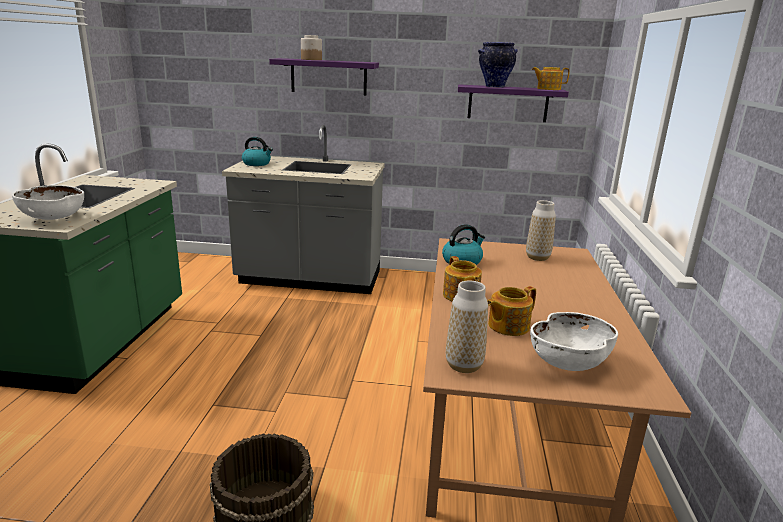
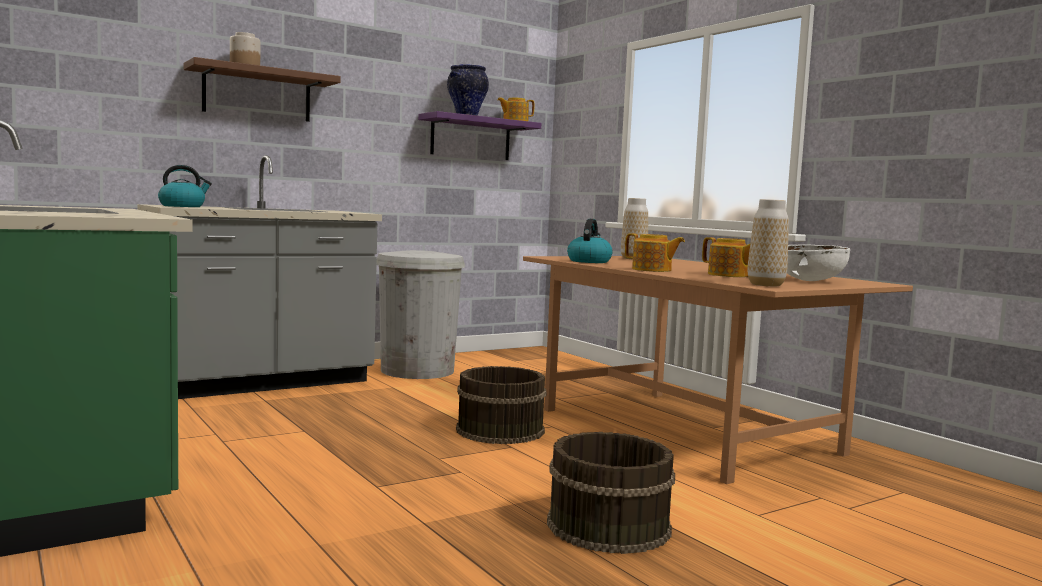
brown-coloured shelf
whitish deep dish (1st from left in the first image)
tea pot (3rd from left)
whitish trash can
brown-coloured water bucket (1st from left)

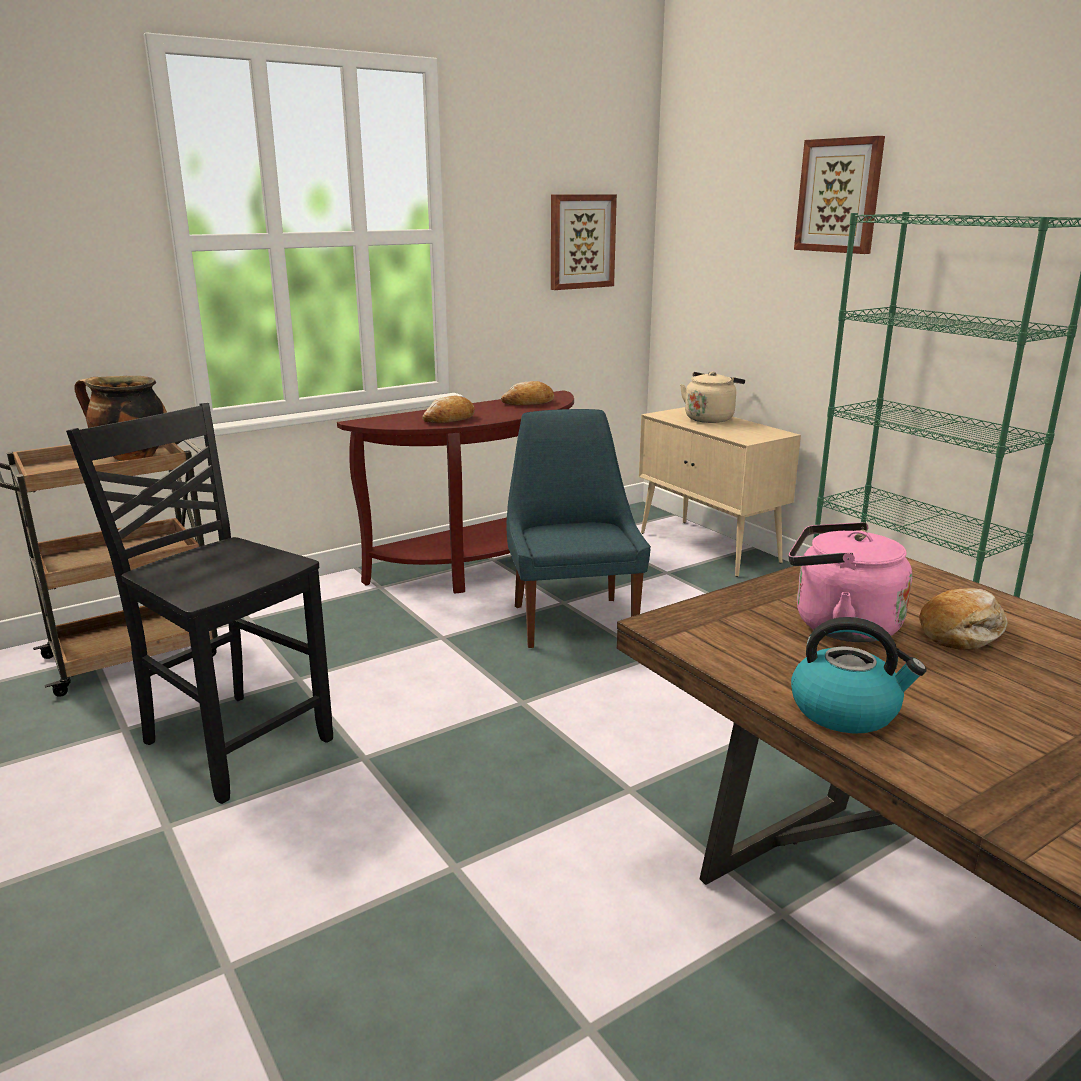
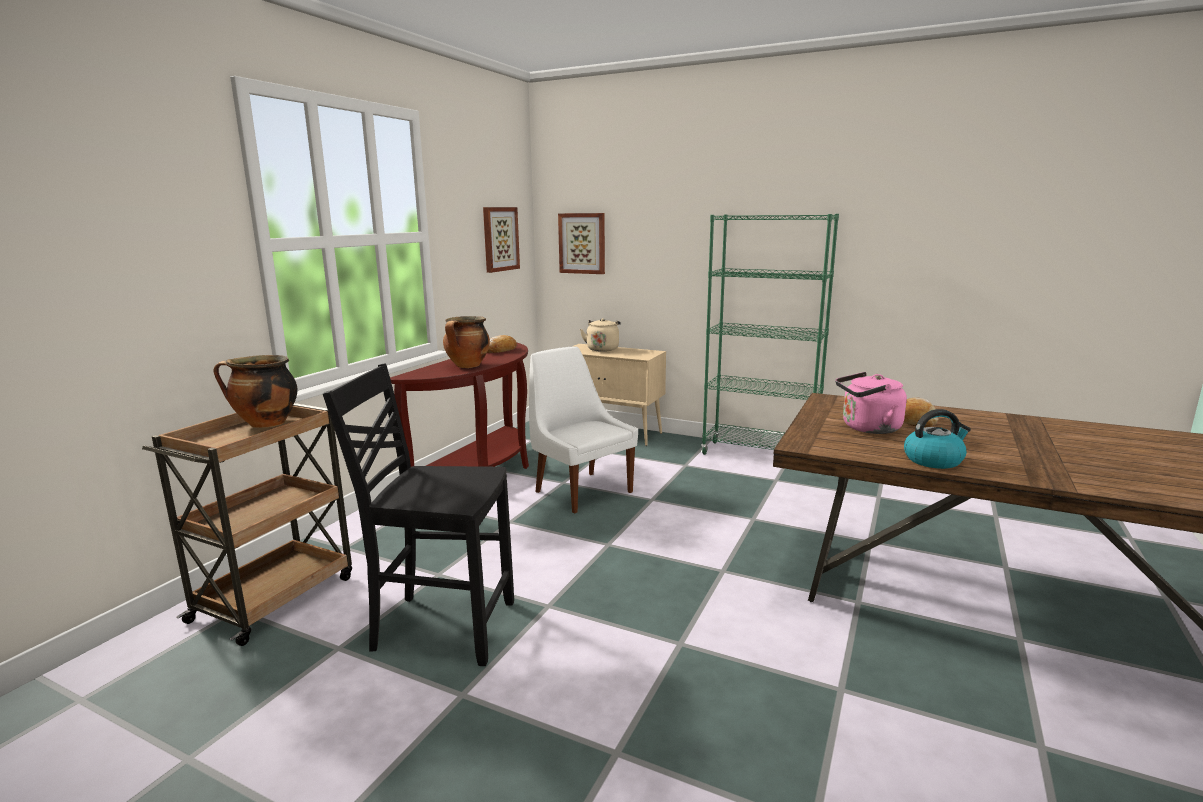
picture (2nd from left)
saucepot (2nd from left)
whitish chair

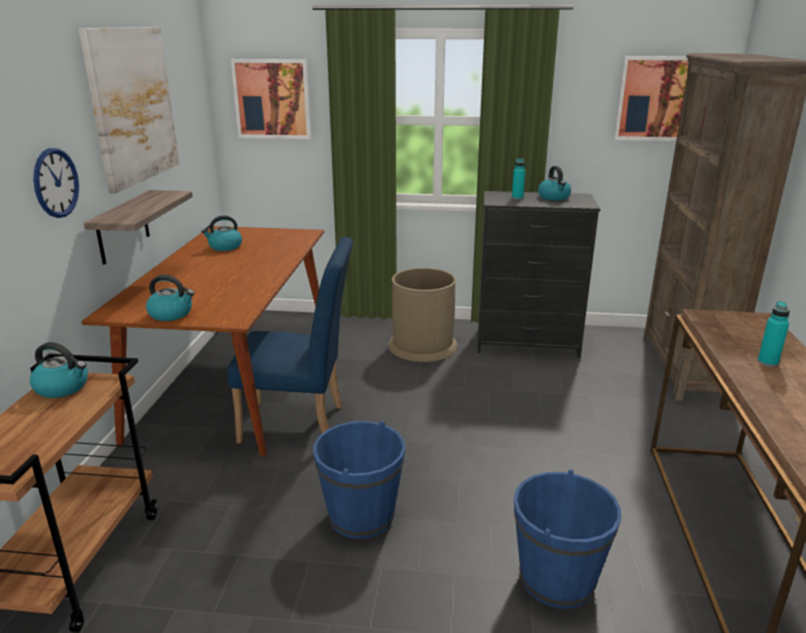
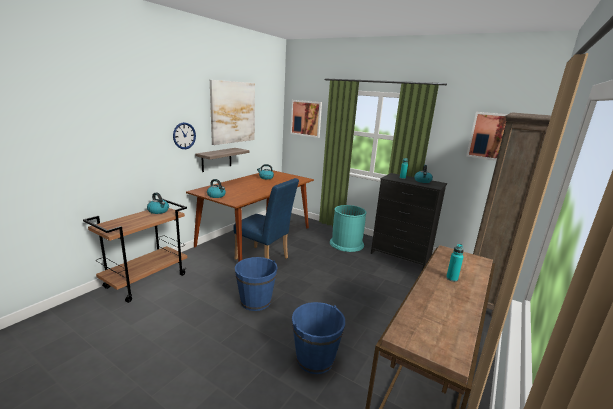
blue-green trash can

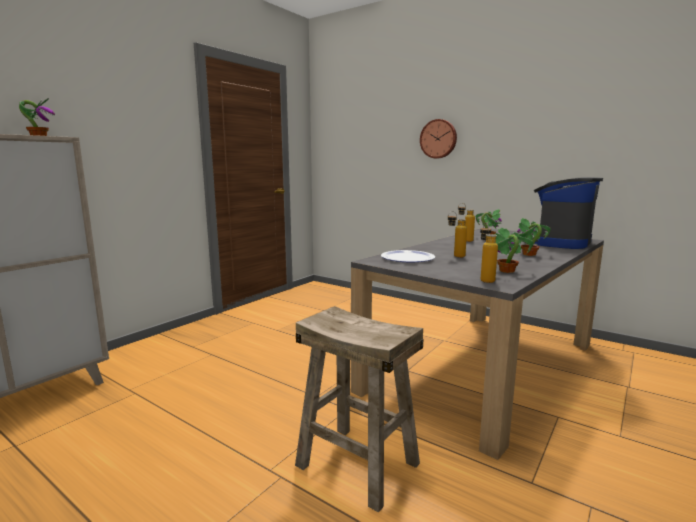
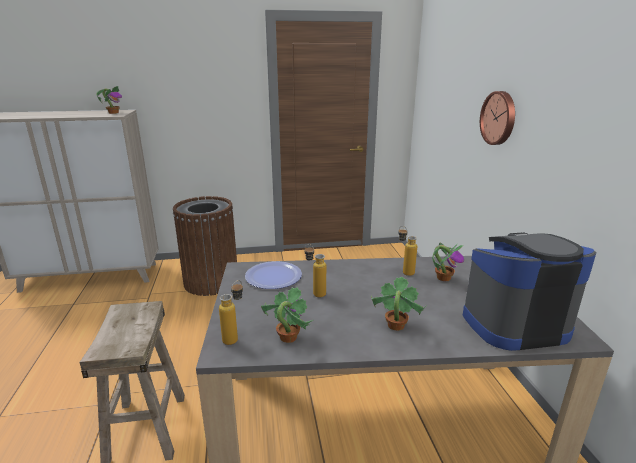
brown-coloured trash can

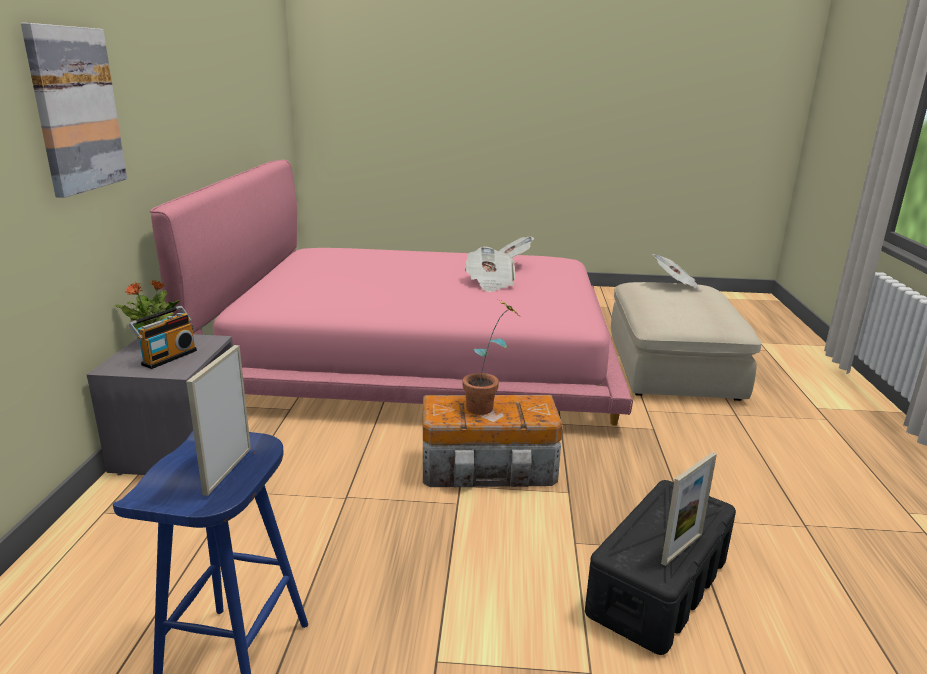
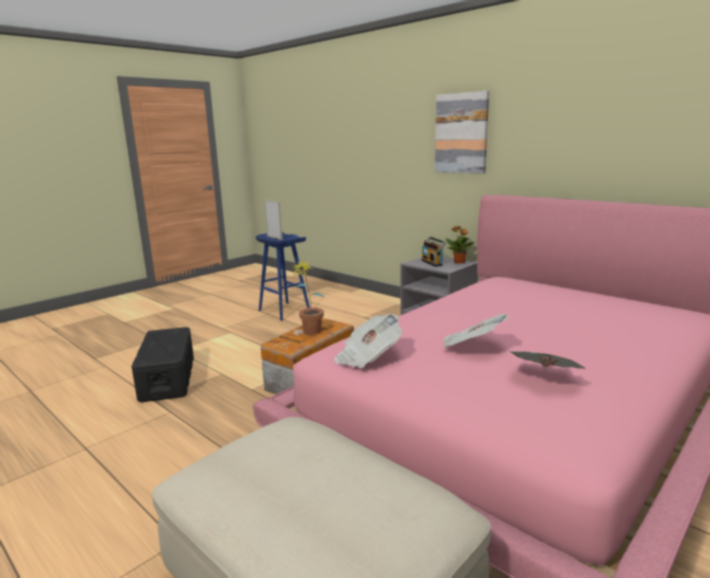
printed paper (1st from left)
picture frame (2nd from left in the first image)

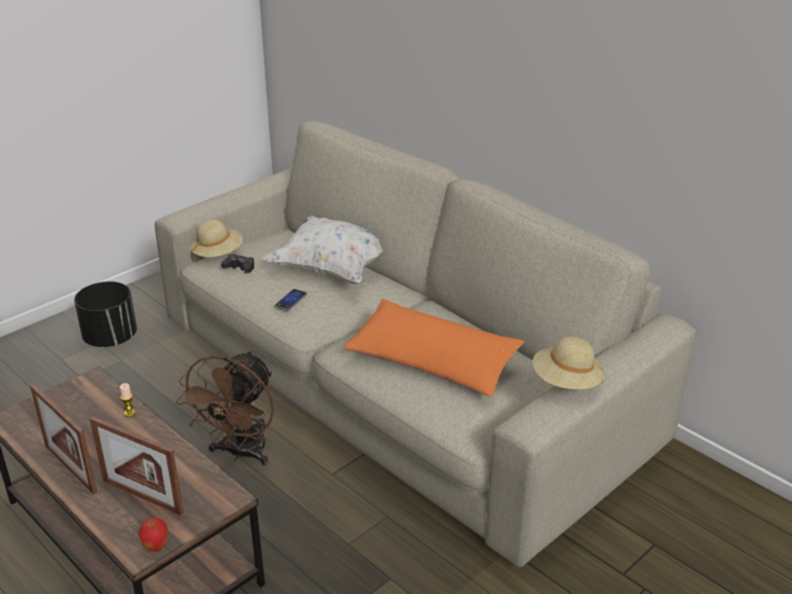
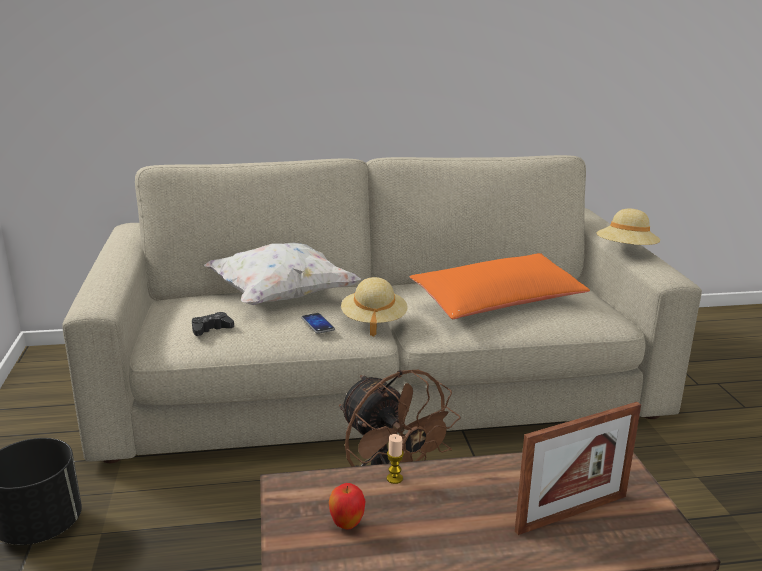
beige clothing hat (1st from left)
picture frame (1st from left in the first image)
apple fruit

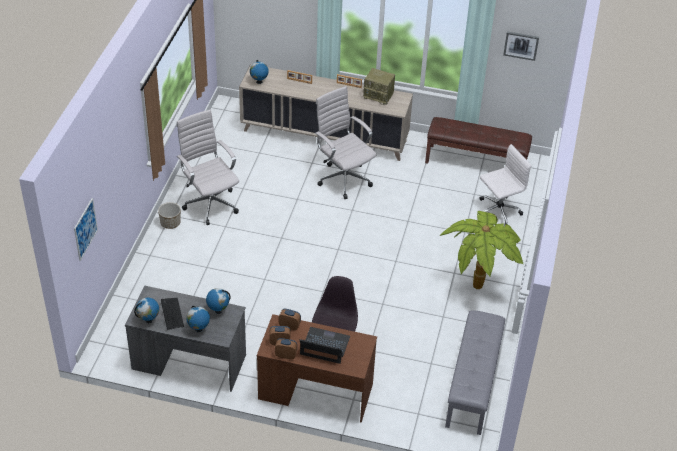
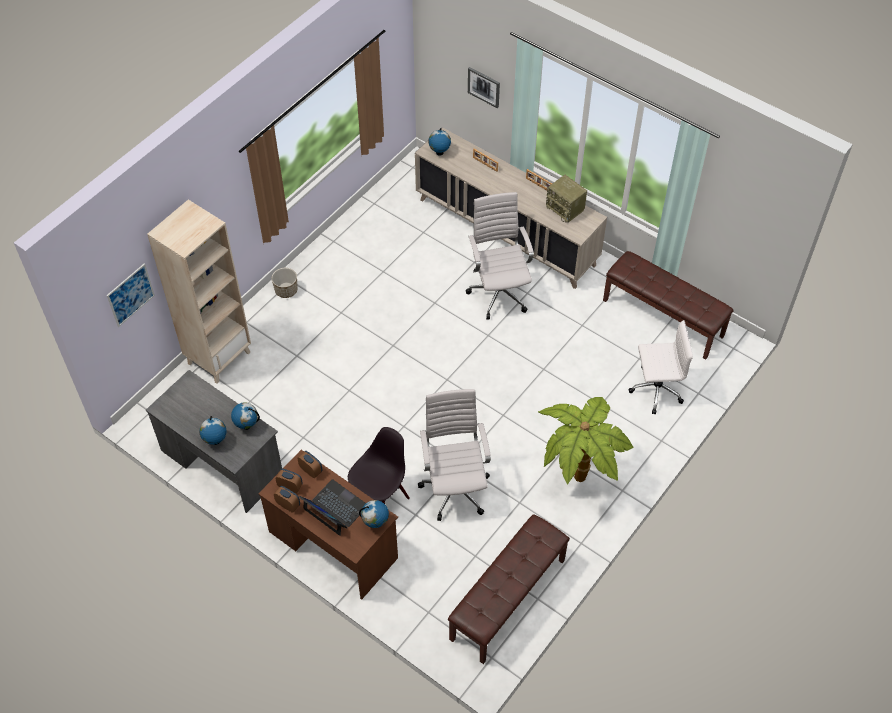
picture (2nd from left)
whitish desk chair (1st from left)
globe (3rd from left)
PC keyboard
brown-coloured indoor bench (1st from left)
beige shelving unit

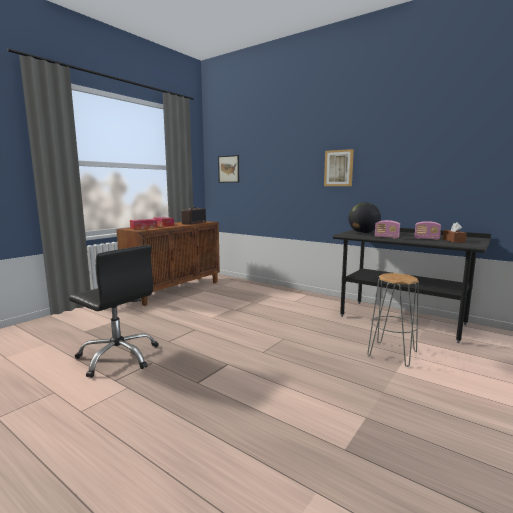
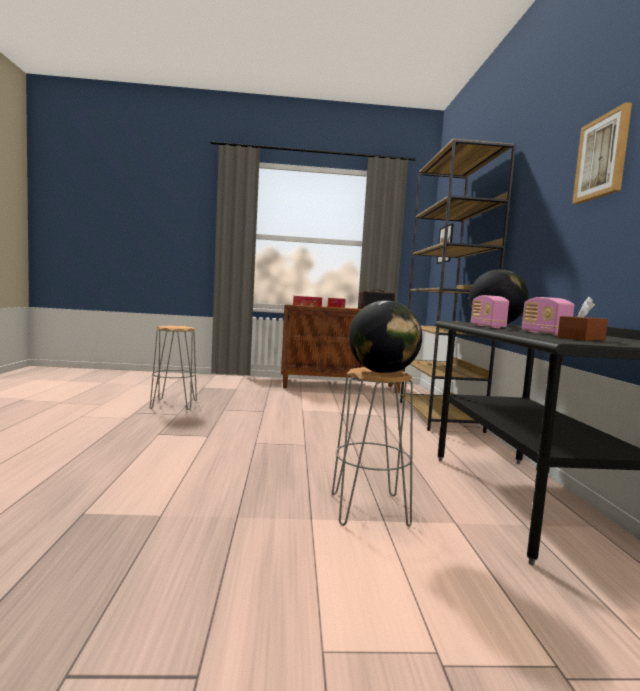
picture (2nd from left)
gray sitting stool (1st from left)
brown-coloured shelving unit
globe (1st from left)

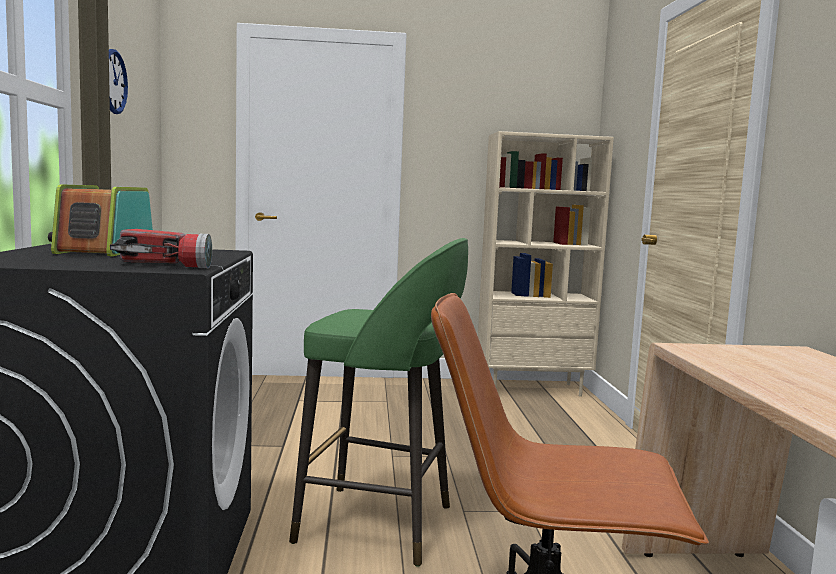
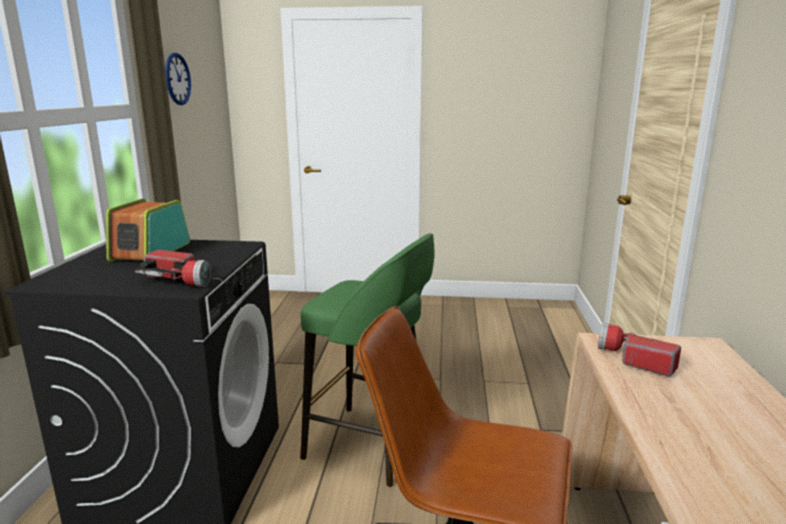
beige shelving unit
flashlight (2nd from left)

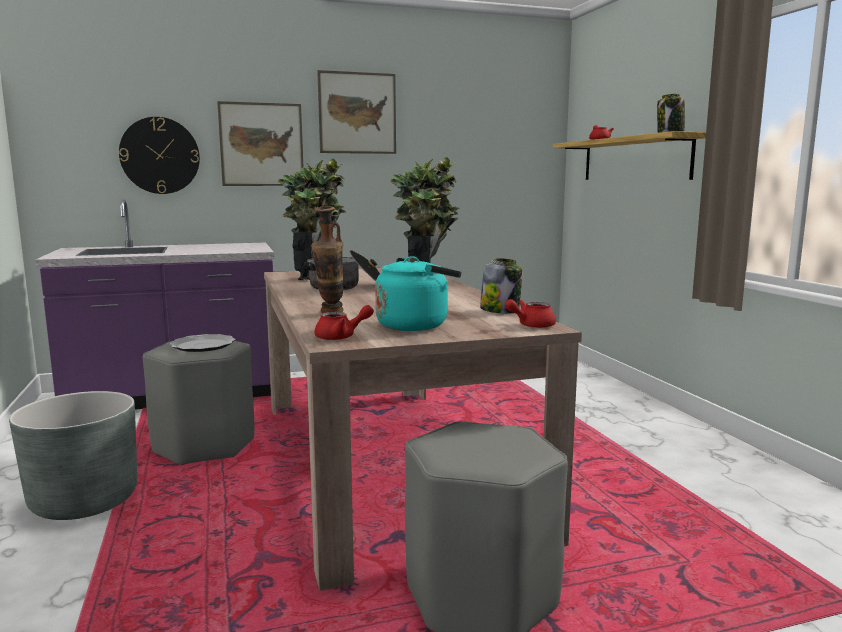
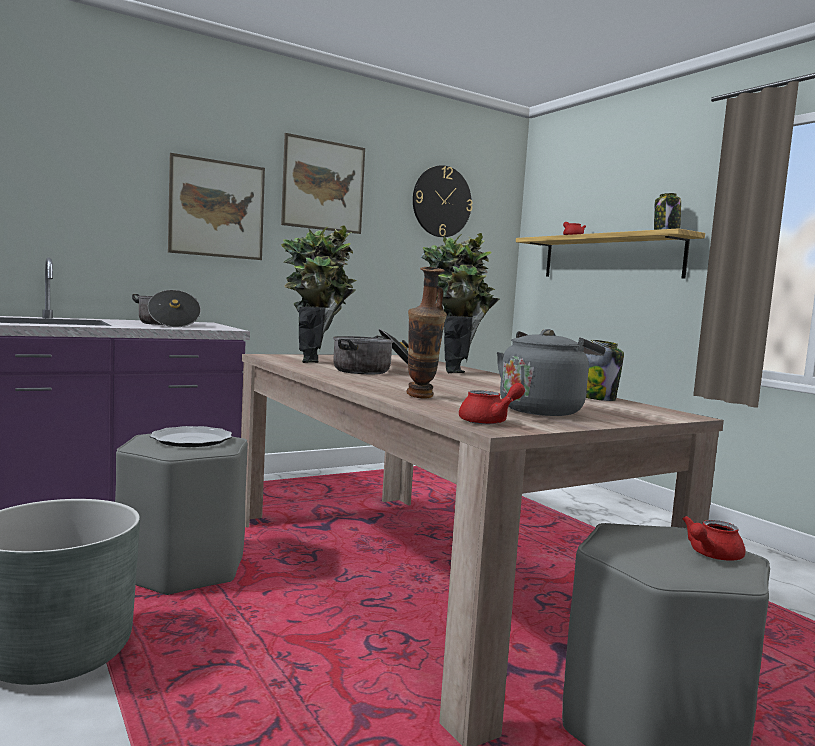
wall clock
gray tea kettle
red-coloured tea pot (3rd from left)
saucepot (1st from left)

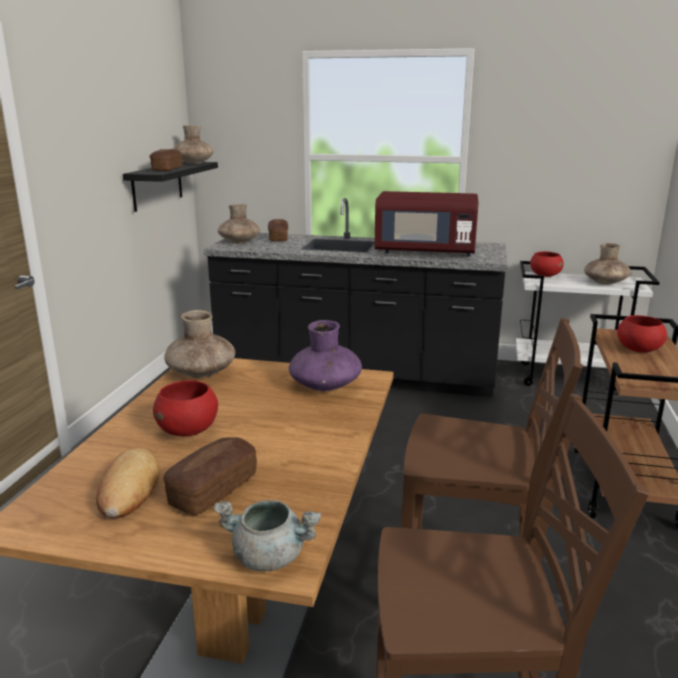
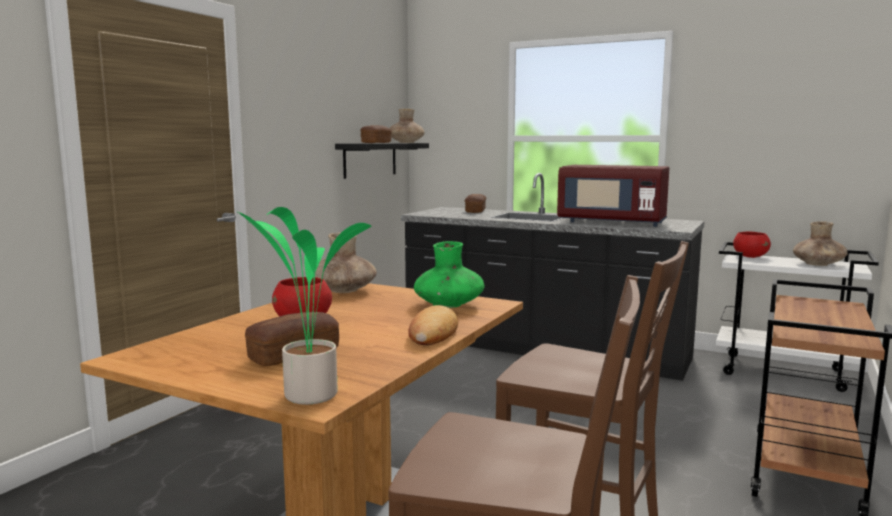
brown-coloured flower vase (3rd from left in the first image)
red-coloured deep dish (3rd from left in the first image)
green-coloured flower vase
bread (3rd from left)
potted plant

